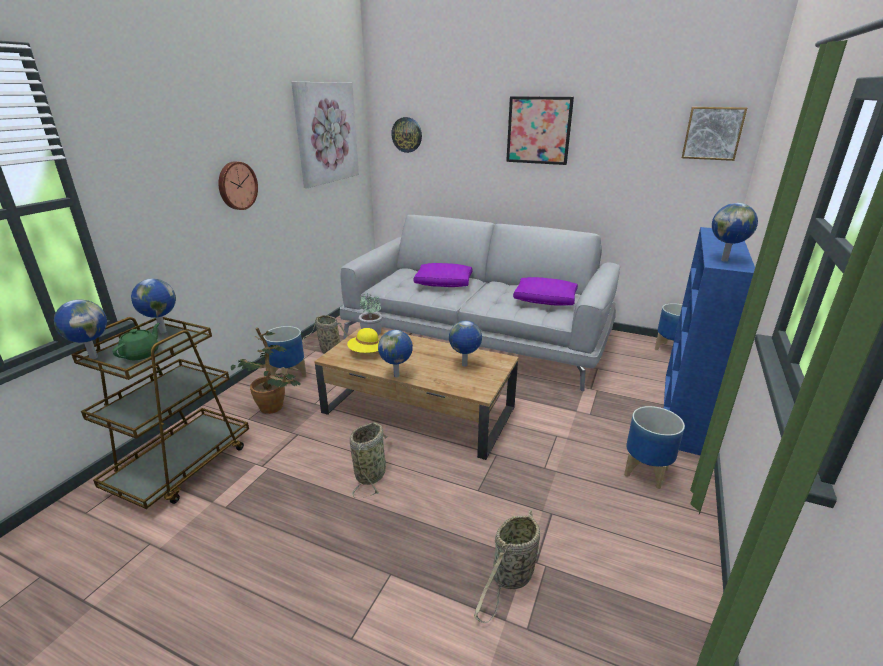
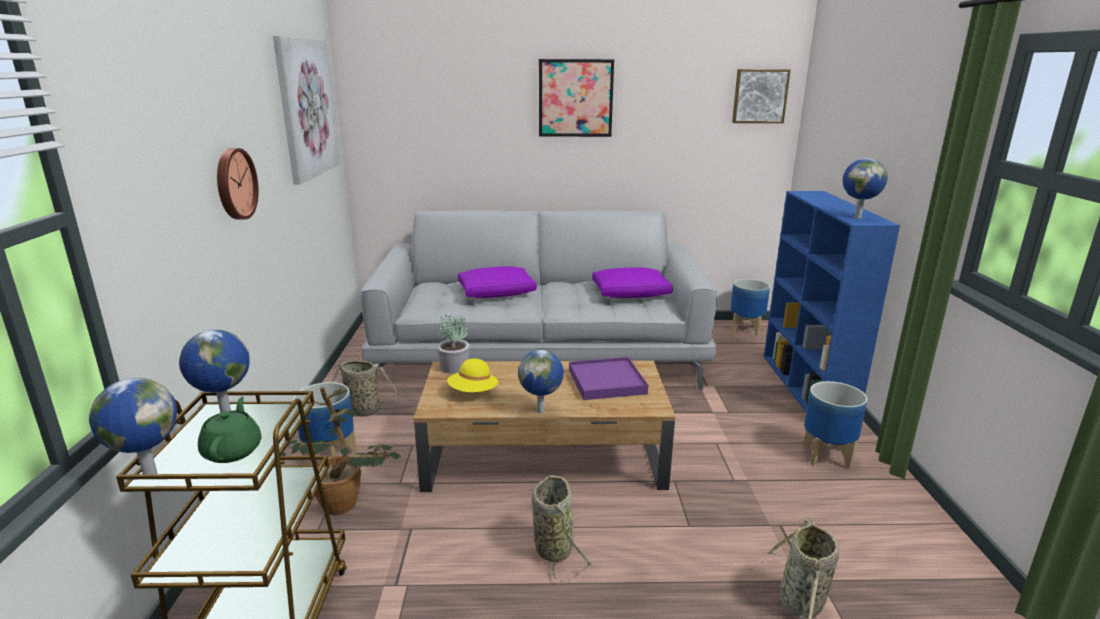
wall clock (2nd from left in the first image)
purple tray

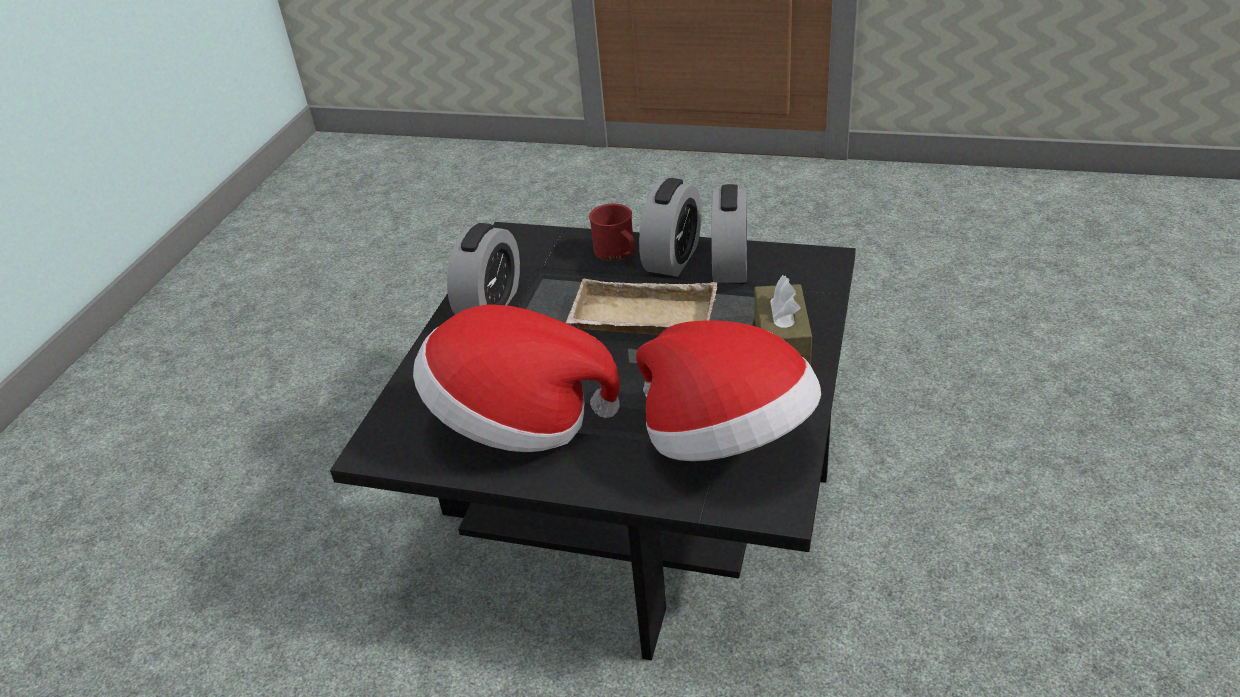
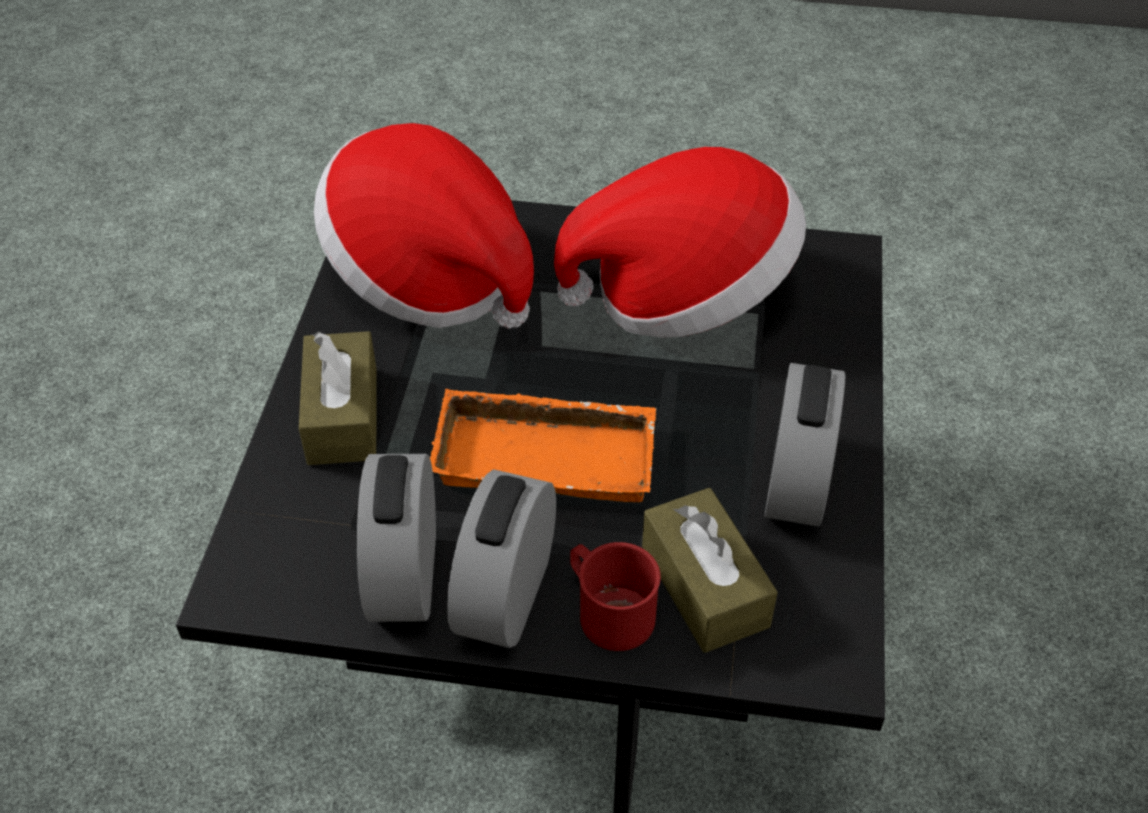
orangey tray
brown-coloured tissue box (2nd from left)

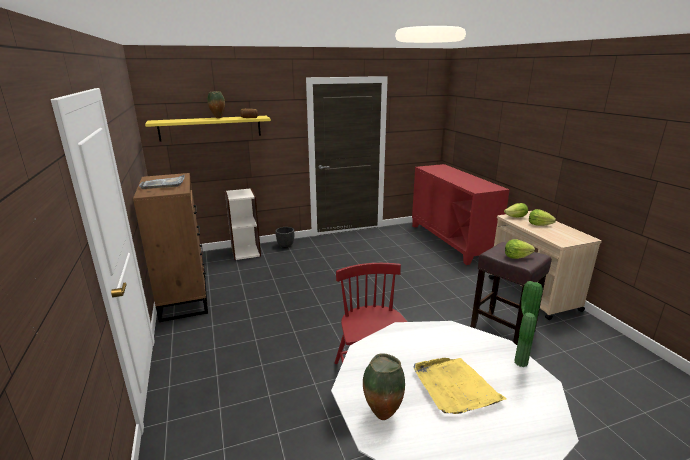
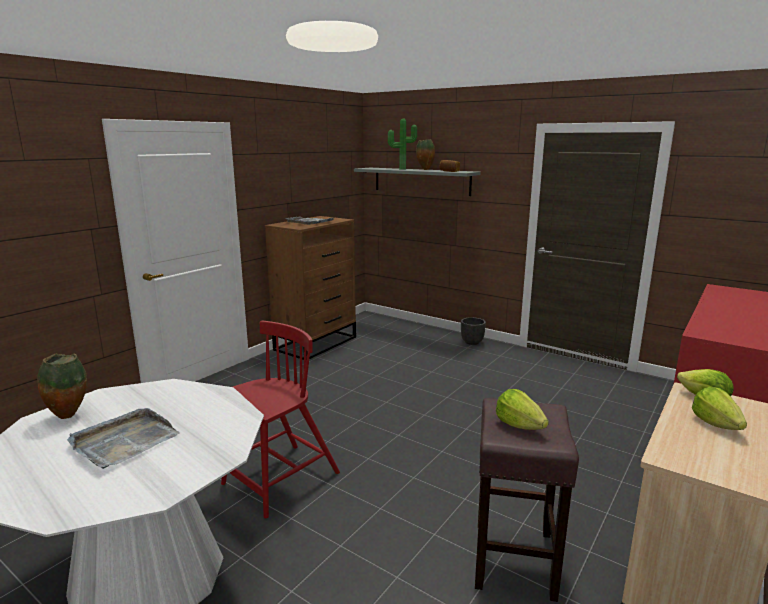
gray shelf
shelving unit
potted plant
gray tray (1st from left)

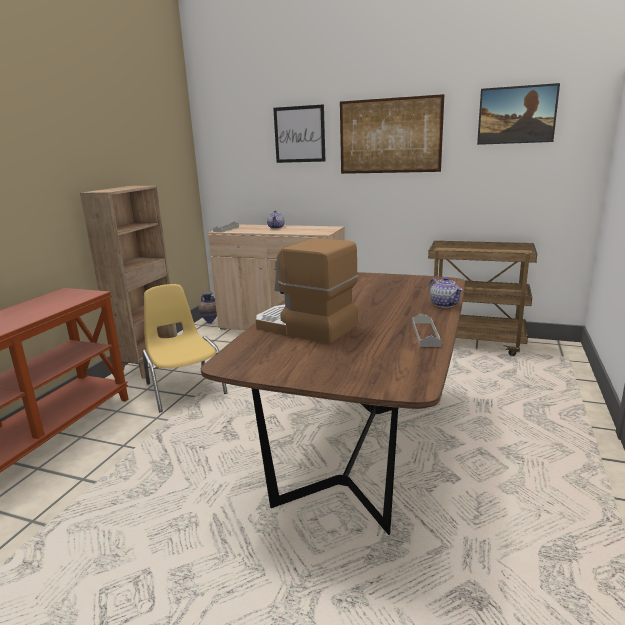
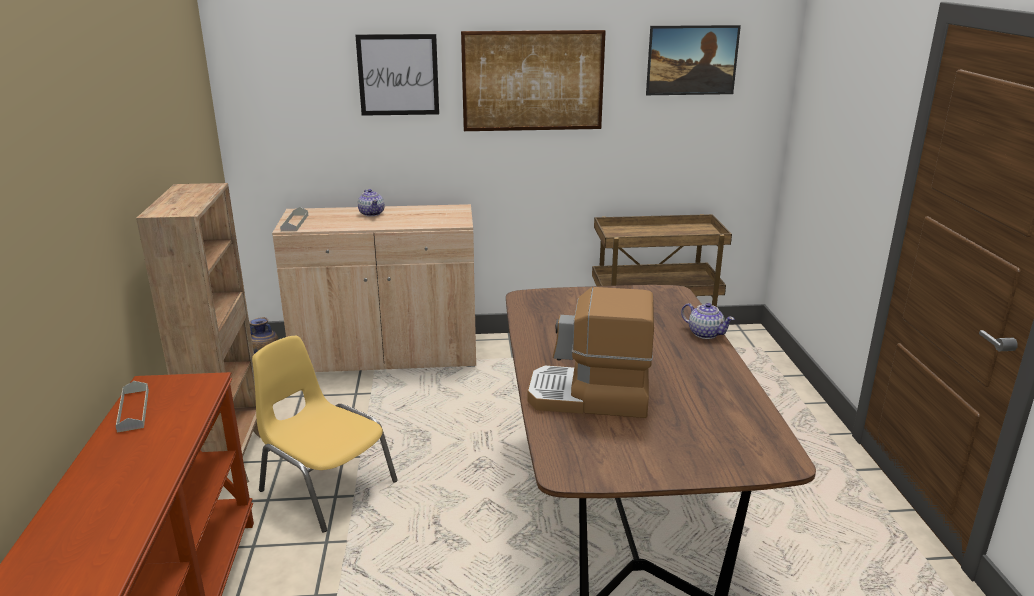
gray tray (1st from left)

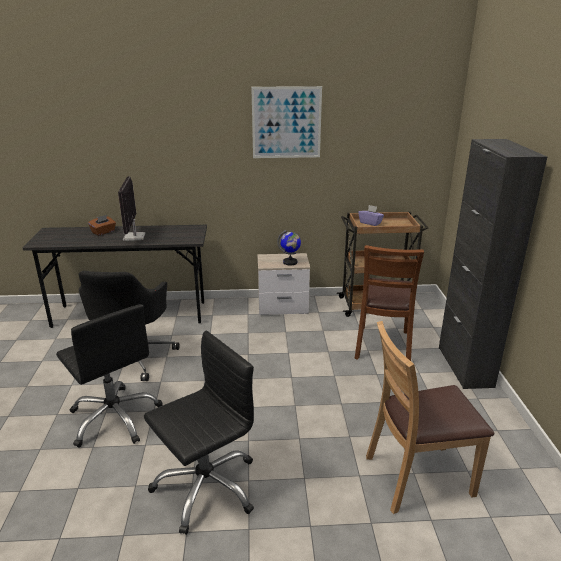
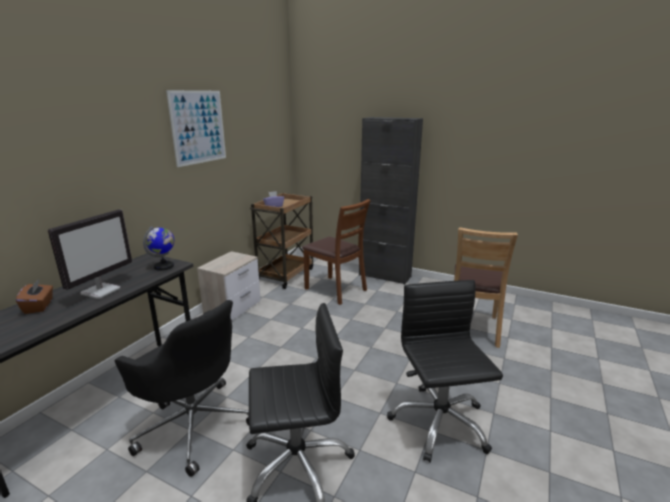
monitor
globe

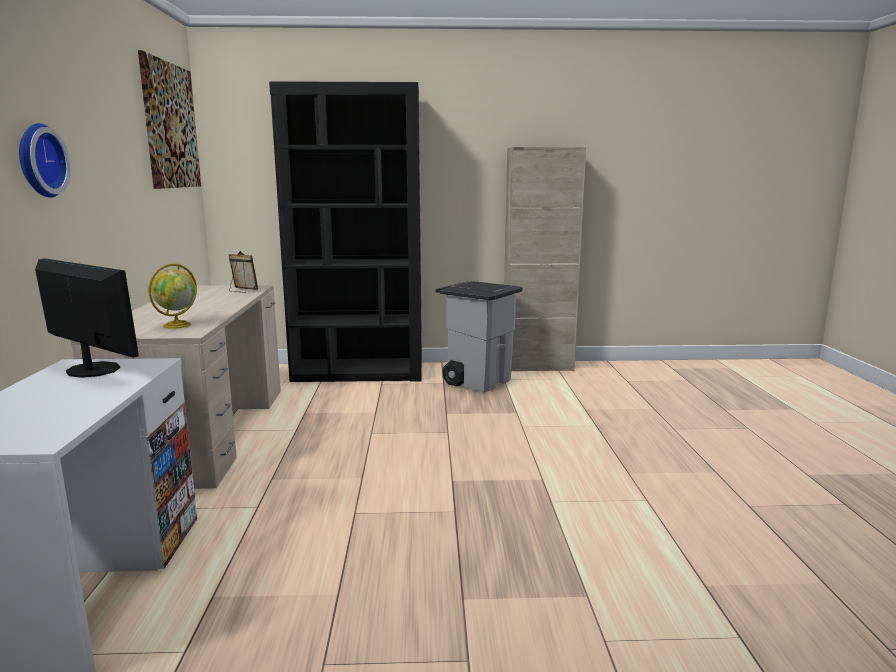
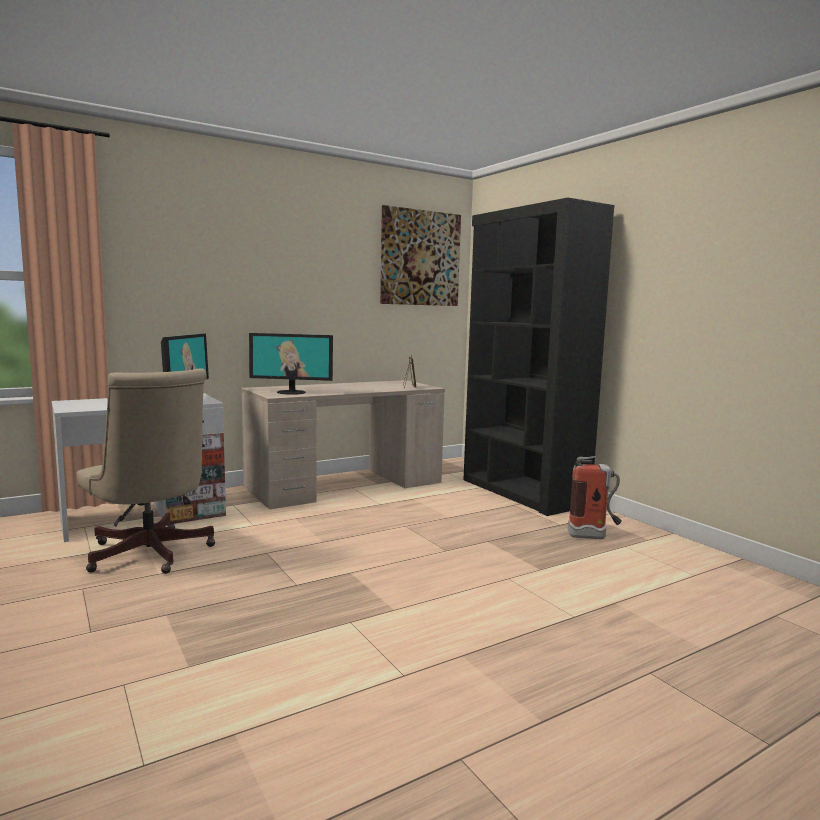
wall clock
beige cabinet
monitor (2nd from left)
fire extinguisher
beige desk chair

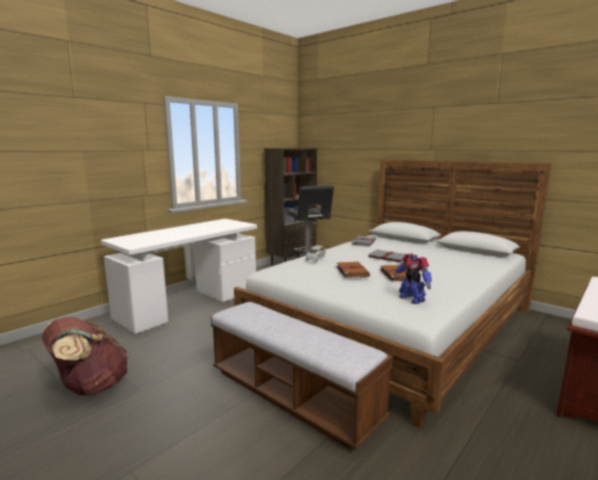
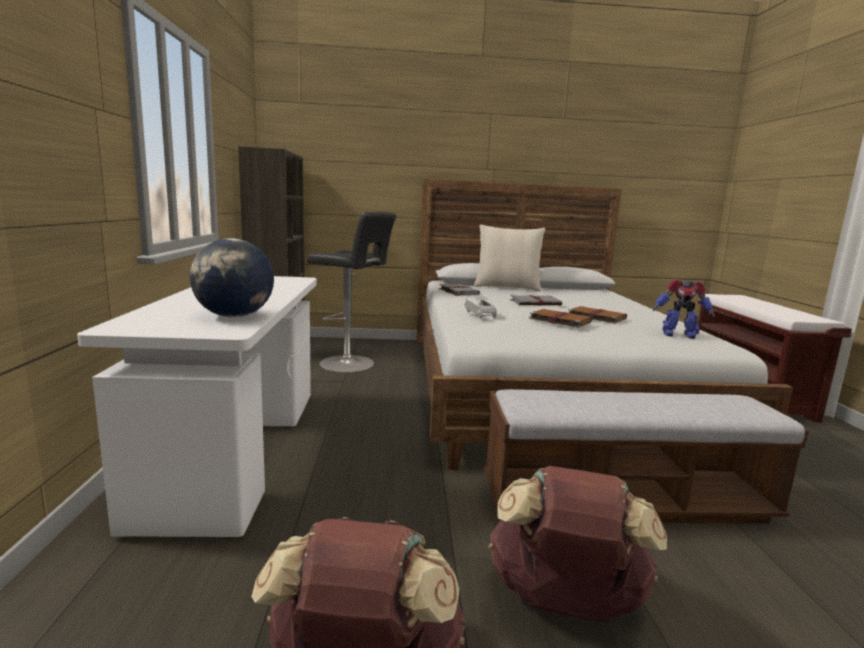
beige throw pillow
globe
brown-coloured backpack (2nd from left)

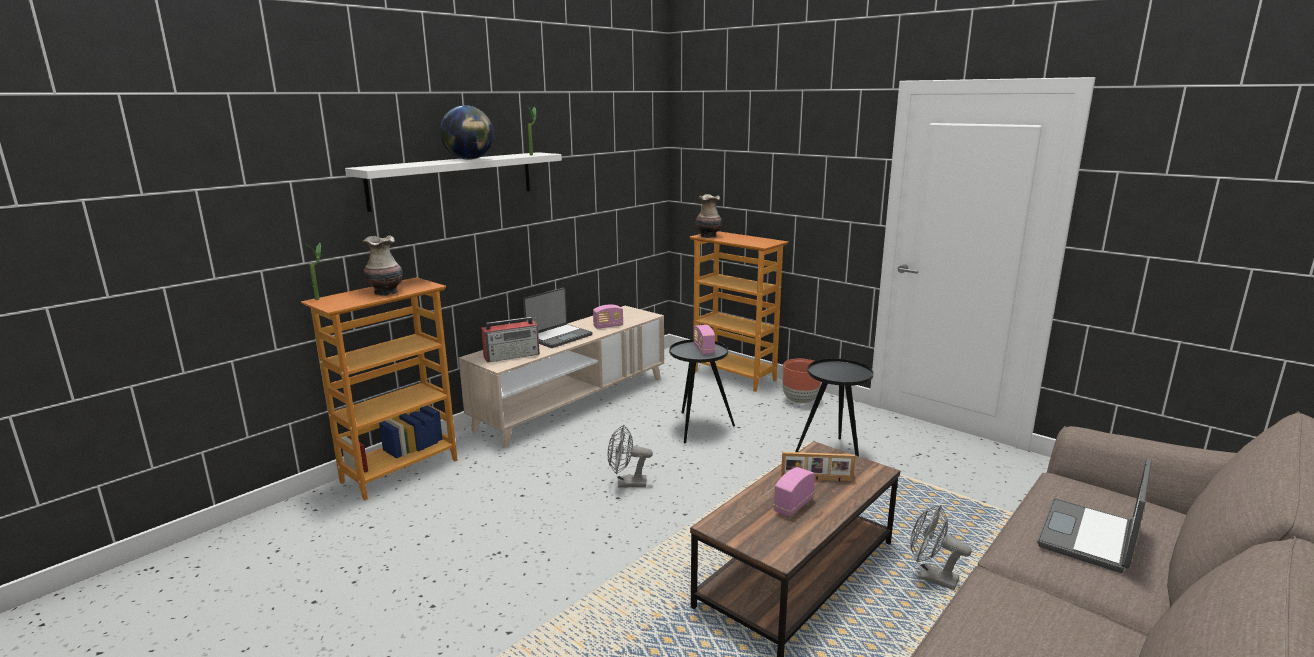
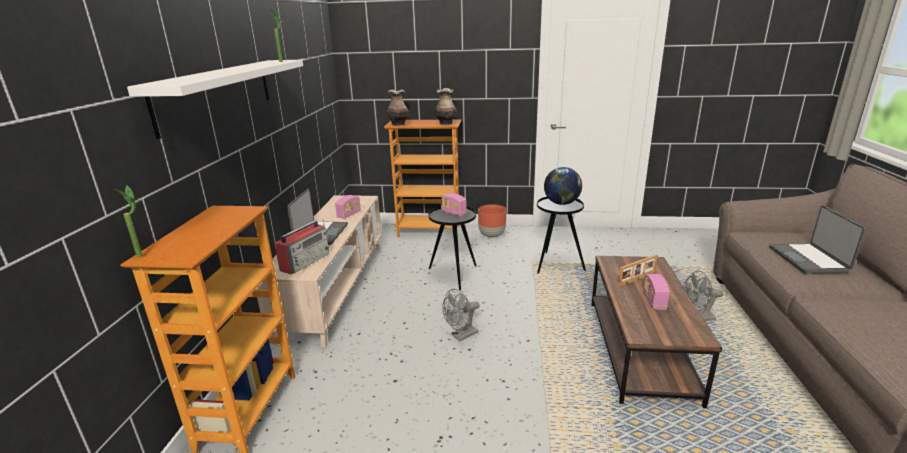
globe
flower vase (2nd from left)

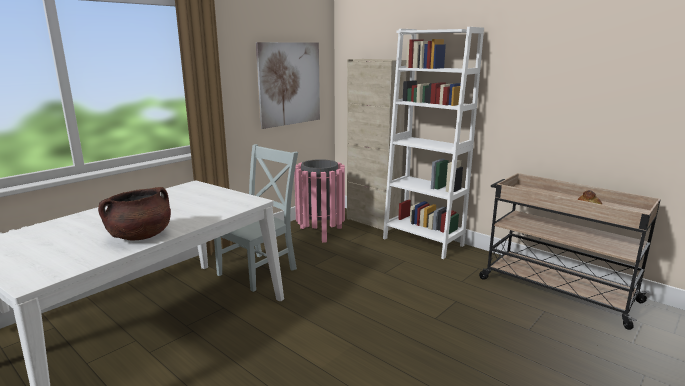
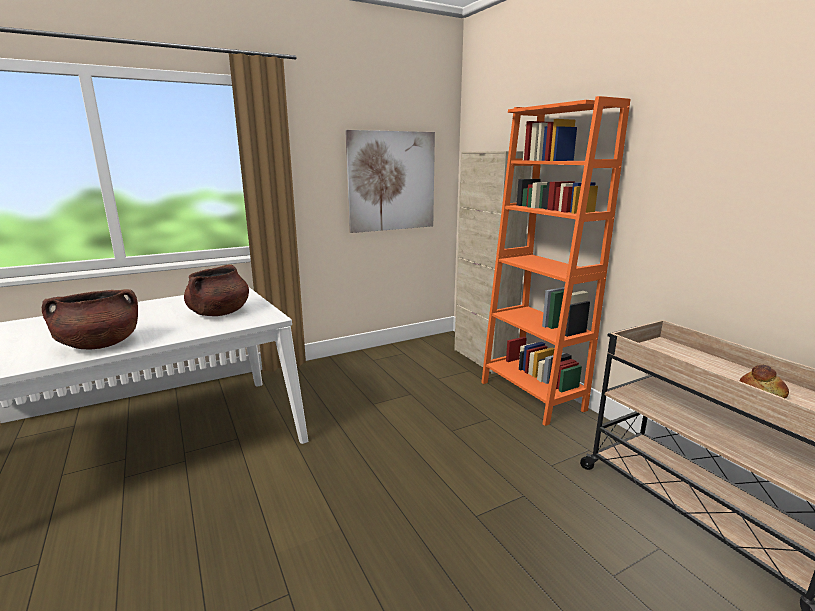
orangey shelving unit
gray chair
pink-coloured trash can
brown-coloured saucepot (2nd from left)

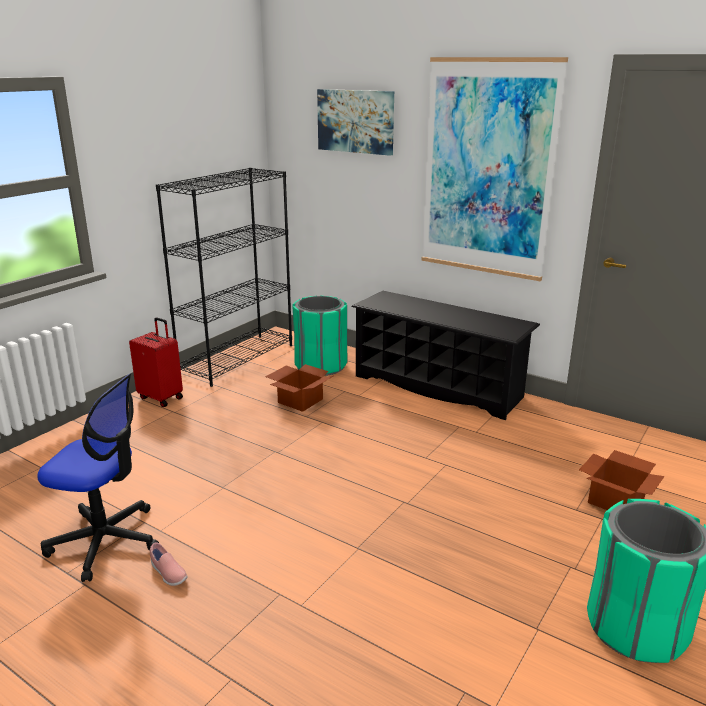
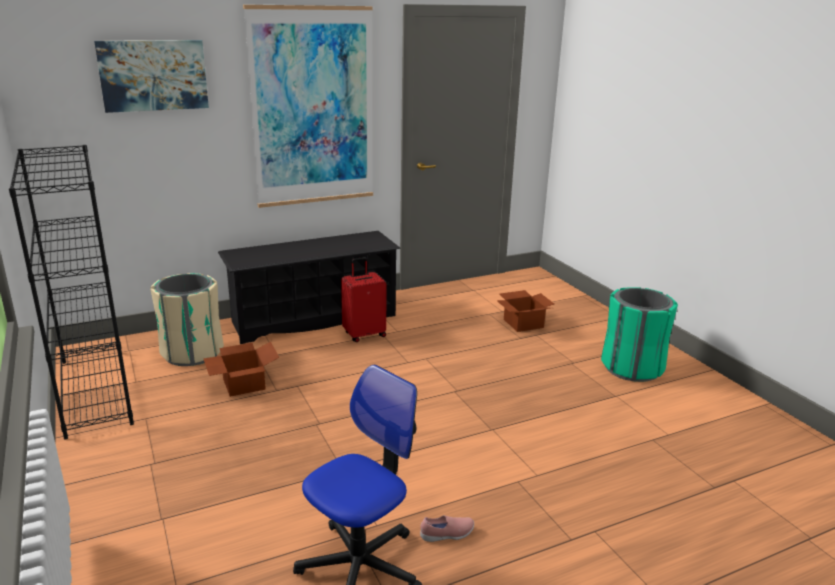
beige trash can
red-coloured travel case

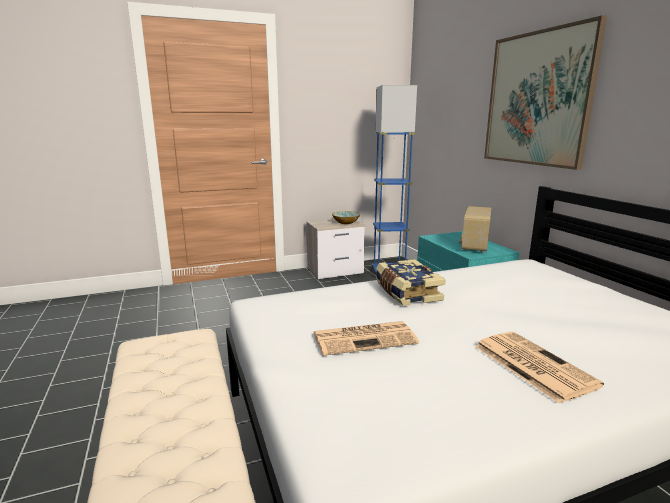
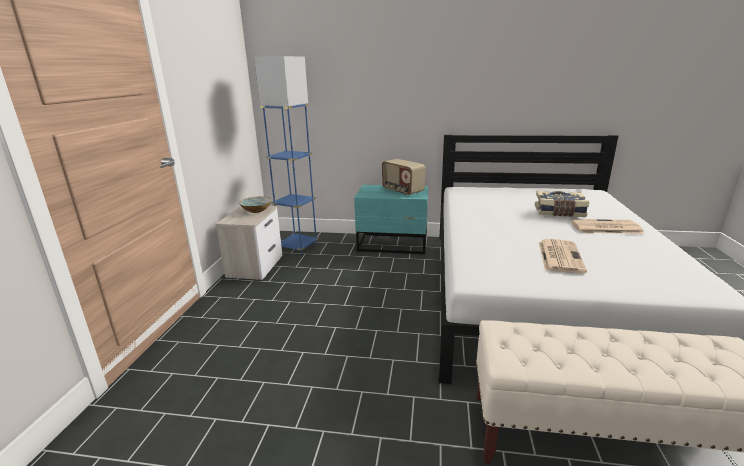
picture
bound book

